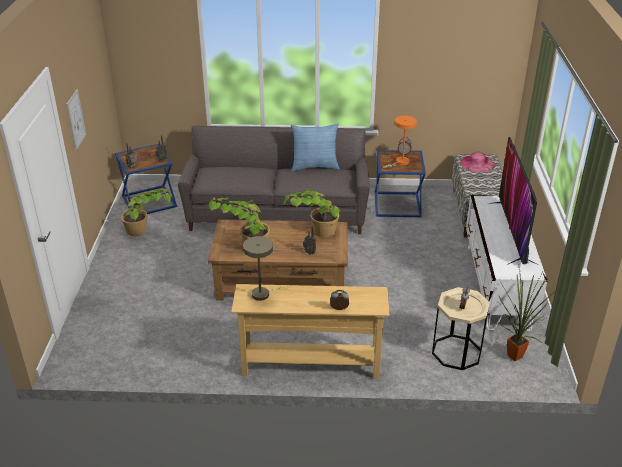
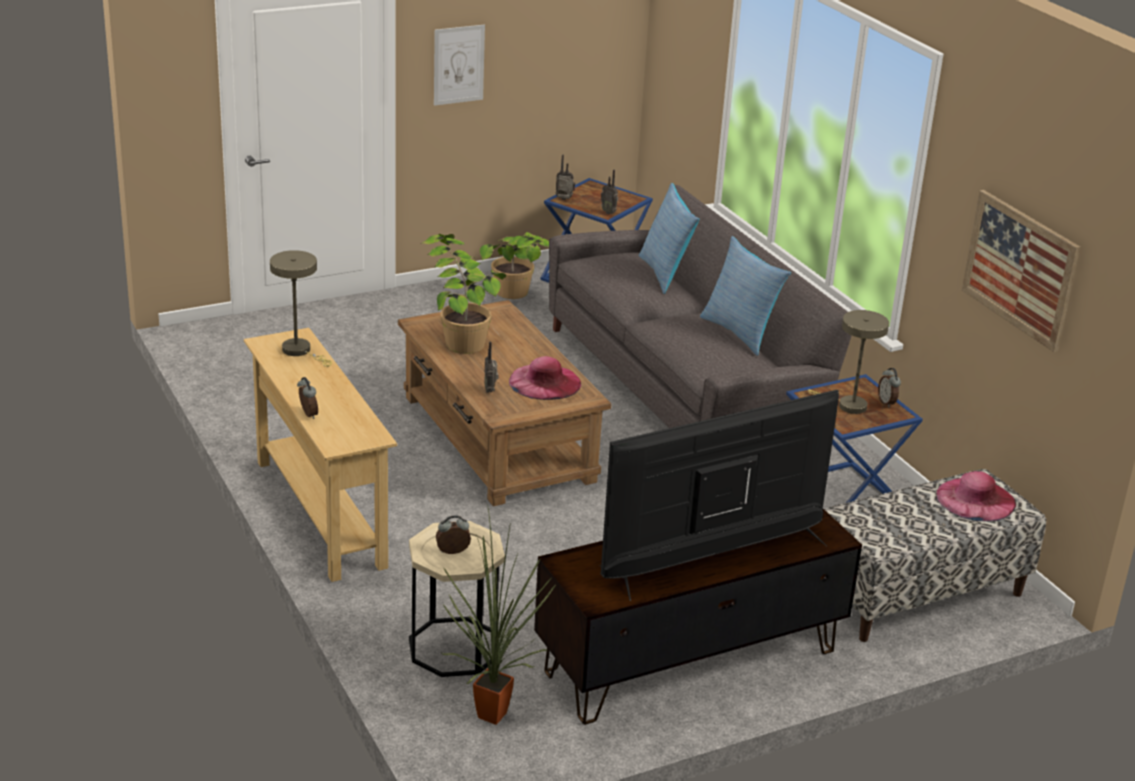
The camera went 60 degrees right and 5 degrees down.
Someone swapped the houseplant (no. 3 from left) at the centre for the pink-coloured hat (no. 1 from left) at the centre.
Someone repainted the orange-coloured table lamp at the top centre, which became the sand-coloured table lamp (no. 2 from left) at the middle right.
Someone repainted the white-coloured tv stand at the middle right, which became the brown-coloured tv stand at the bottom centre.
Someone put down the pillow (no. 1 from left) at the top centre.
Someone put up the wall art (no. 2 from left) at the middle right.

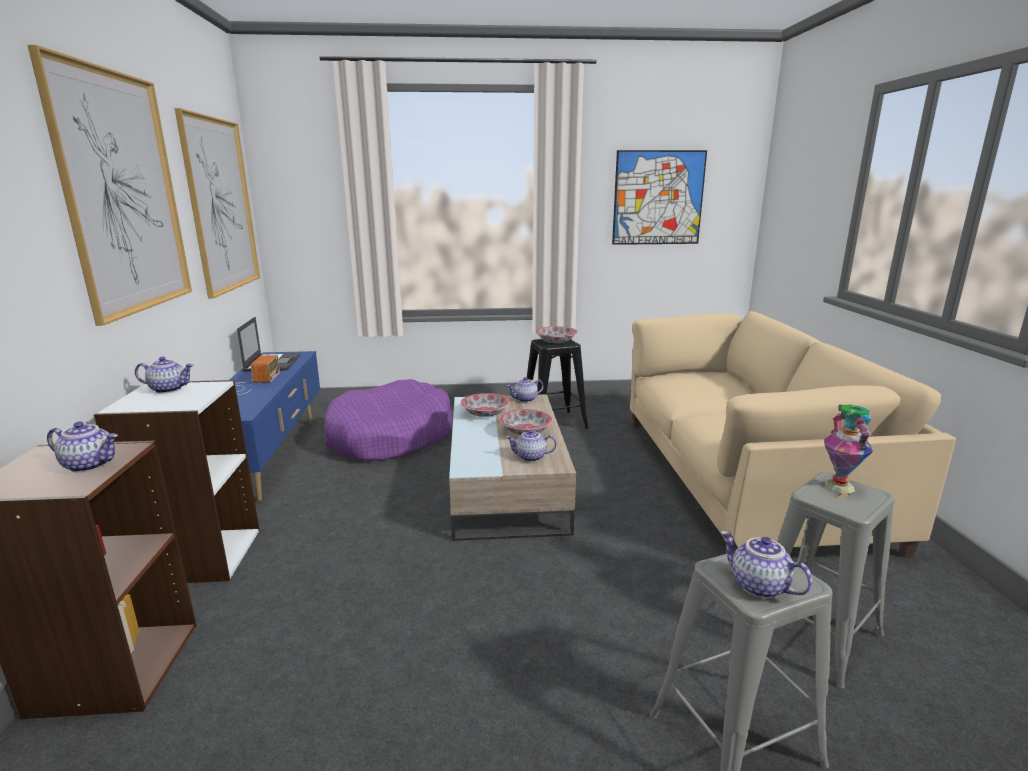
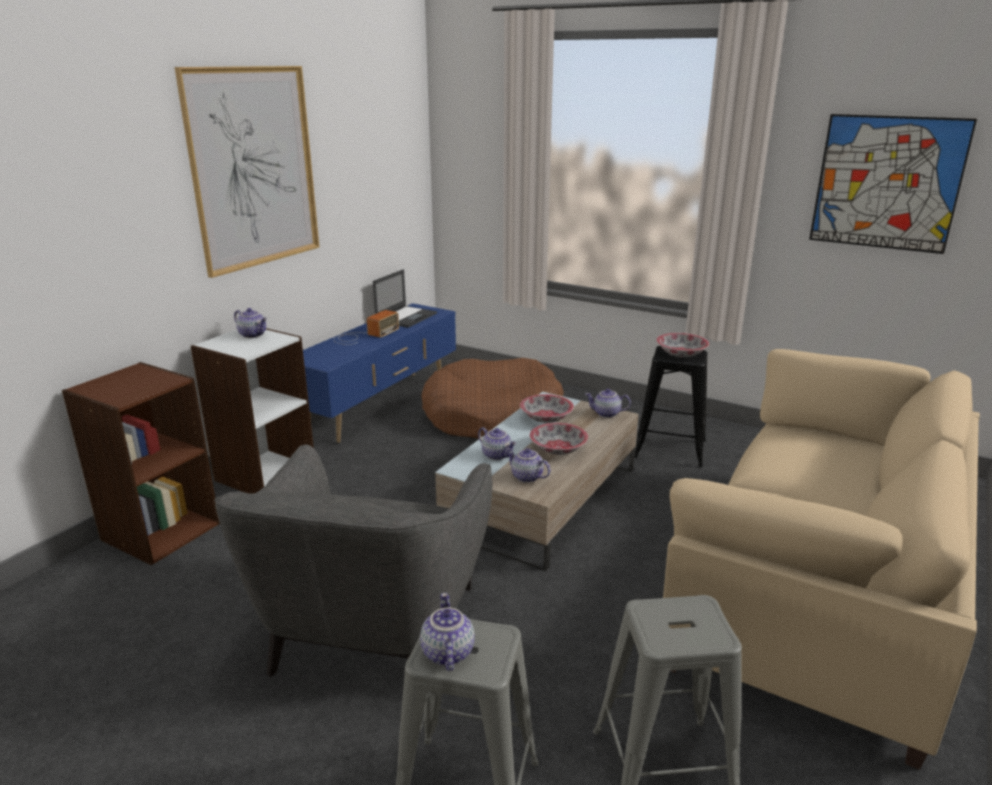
The camera went 35 degrees right and 5 degrees up.
Someone carried the teapot (no. 1 from left in the first image) from the middle left to the centre.
Someone took away the wall art (no. 2 from left) at the top left.
Someone repainted the purple dog cushion at the centre, which became the brown-coloured dog cushion at the centre.
Someone took away the flower vase at the middle right.
Someone put down the grey lounge chair at the bottom centre.

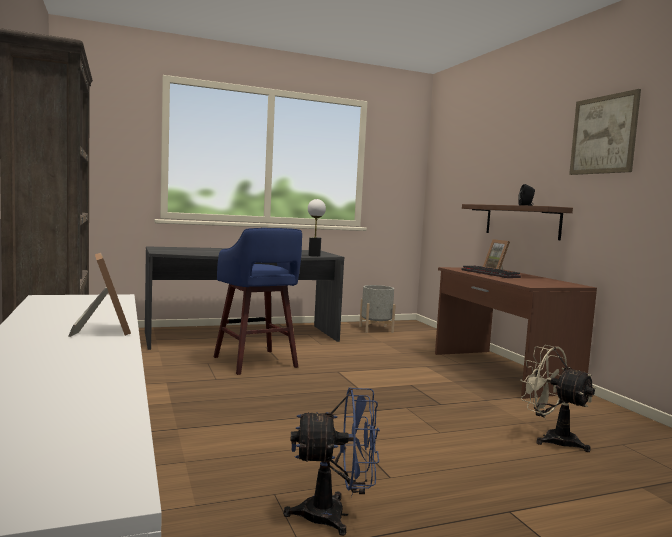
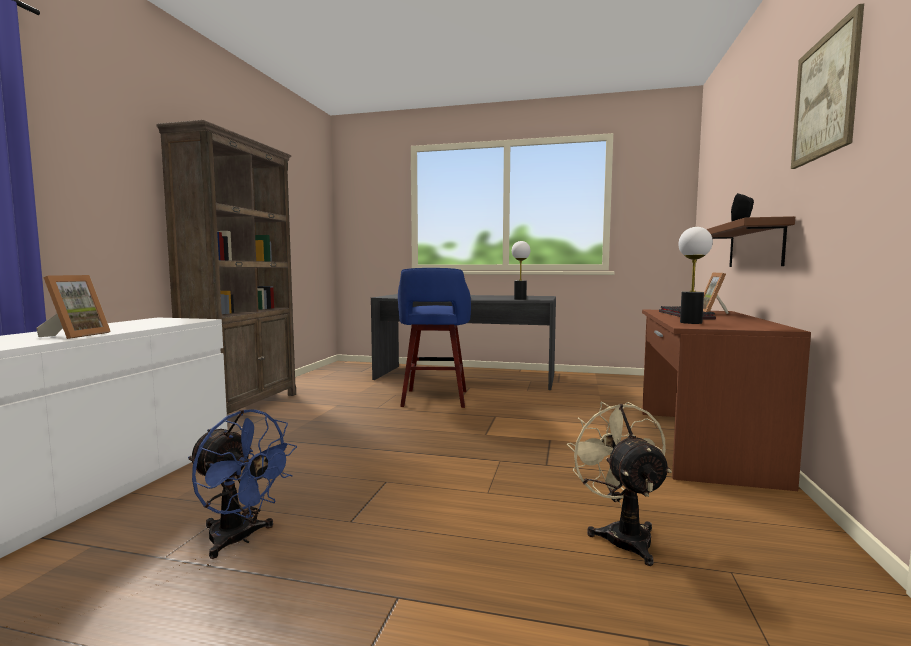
The camera went 35 degrees right and 0 degrees up.
Someone took away the grey planter at the centre.
Someone put down the table lamp (no. 2 from left) at the middle right.

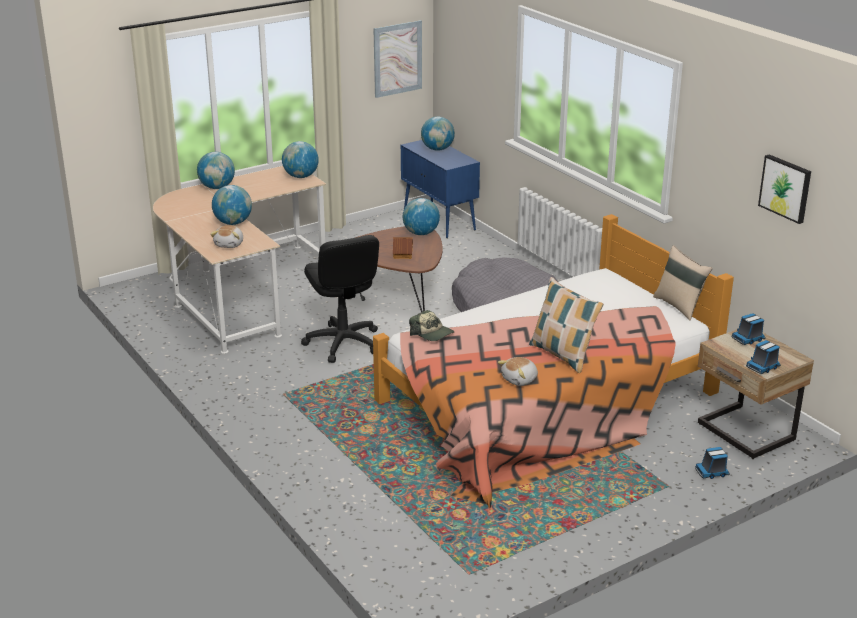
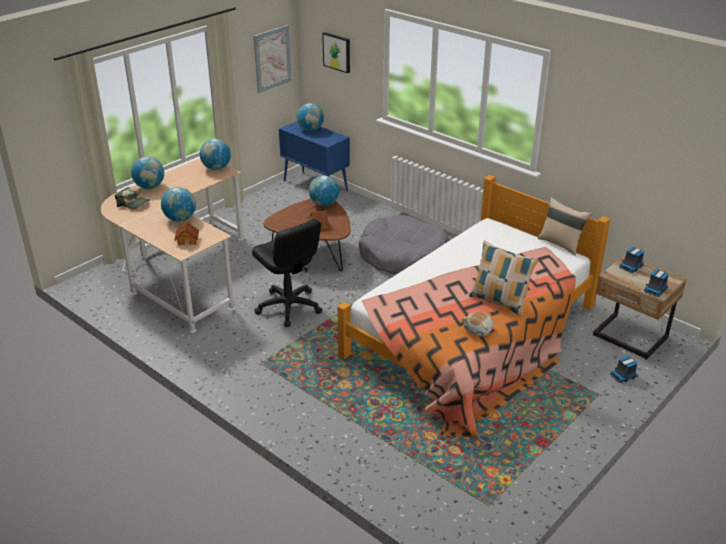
The camera went 15 degrees left and 5 degrees up.
Someone swapped the cuddly toy (no. 1 from left) at the middle left for the toy house (no. 1 from left) at the middle left.
Someone carried the peaked cap from the centre to the middle left.
Someone carried the wall art (no. 2 from left) from the top right to the top centre.

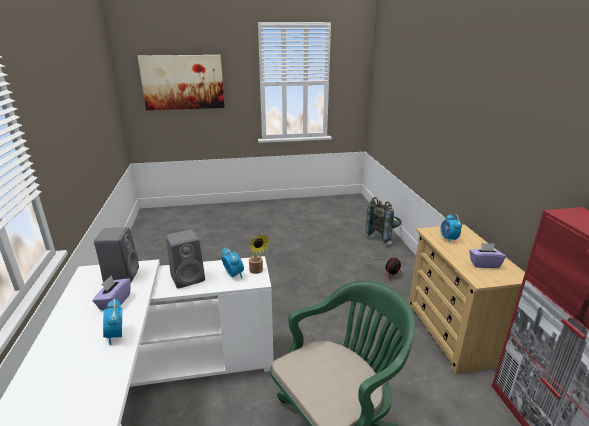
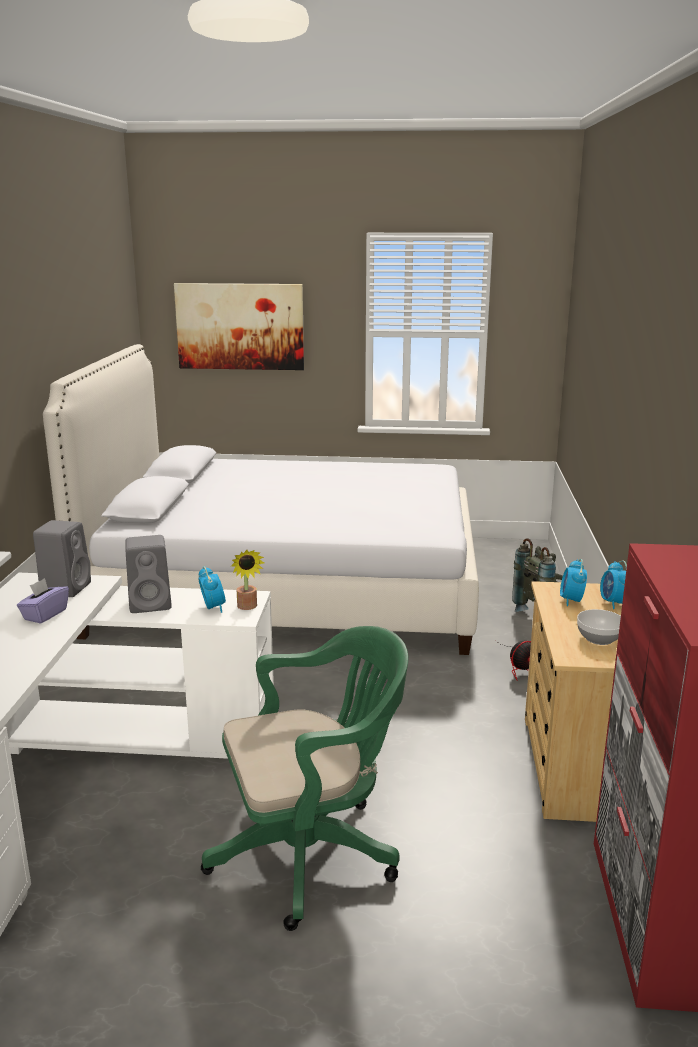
The camera went 15 degrees right and 5 degrees down.
Someone carried the bedside clock (no. 1 from left in the first image) from the bottom left to the middle right.
Someone swapped the purple tissue box (no. 2 from left) at the middle right for the deep dish at the middle right.
Someone put down the white-coloured bed at the centre.

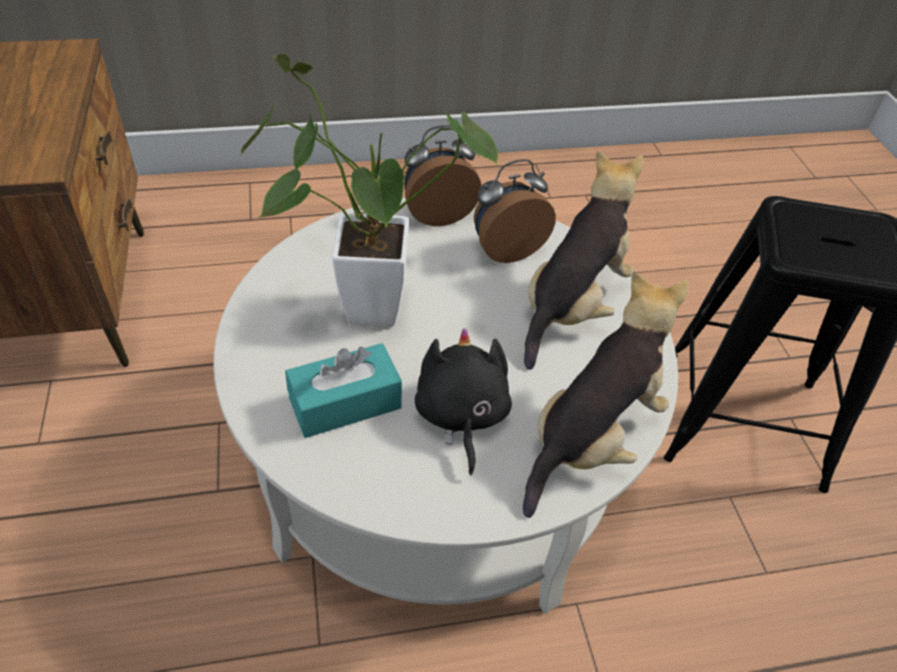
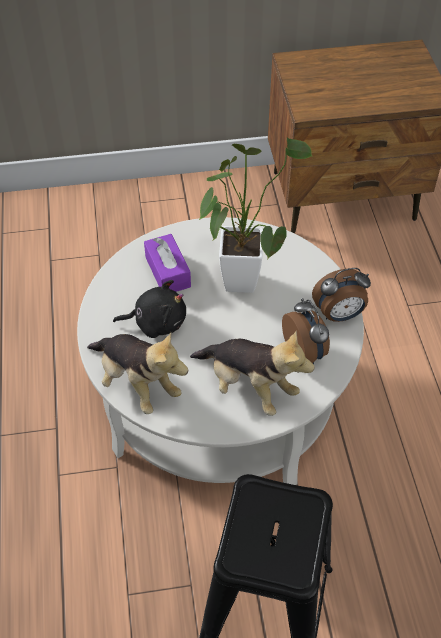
The camera went 95 degrees right and 5 degrees up.
Someone repainted the turquoise tissue box at the centre, which became the purple tissue box at the centre.
Someone rotated the bedside clock (no. 1 from left in the first image) at the top centre by 90 degrees clockwise.

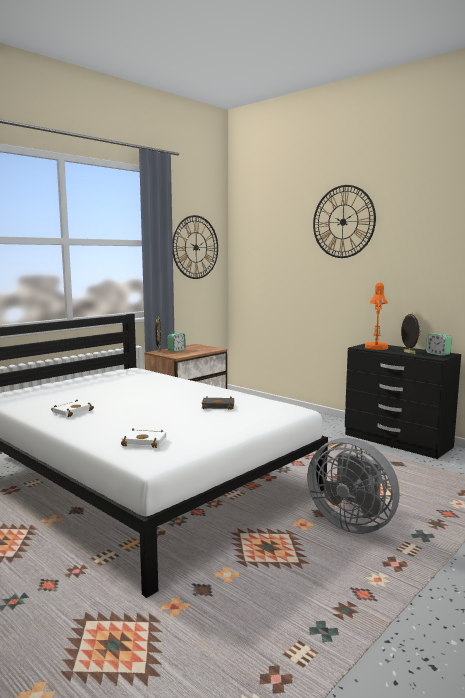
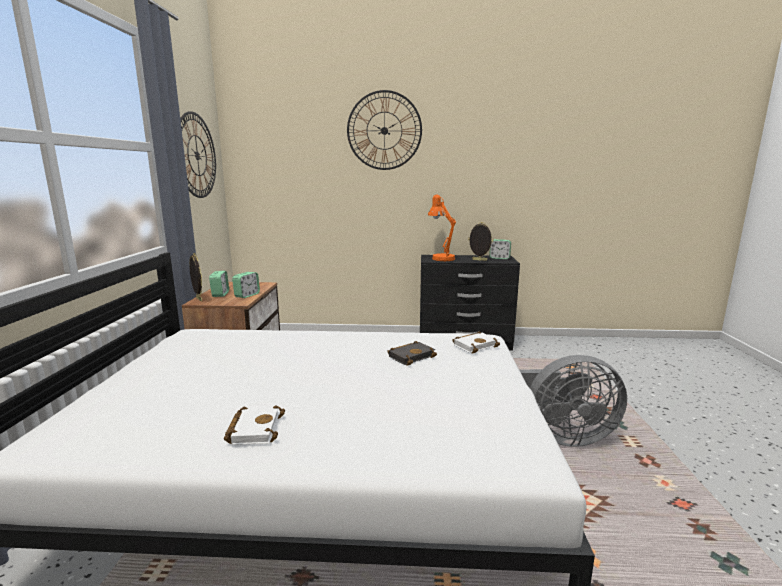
The camera went 40 degrees left and 5 degrees up.
Someone carried the white-coloured volume (no. 2 from left) from the middle left to the centre.
Someone put down the bedside clock (no. 2 from left) at the middle left.

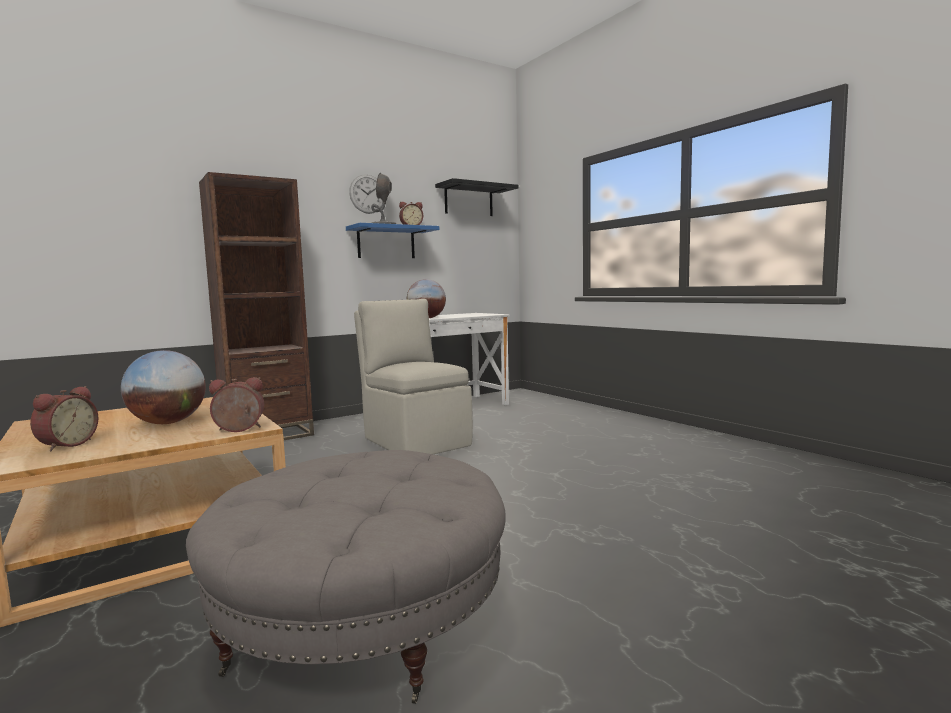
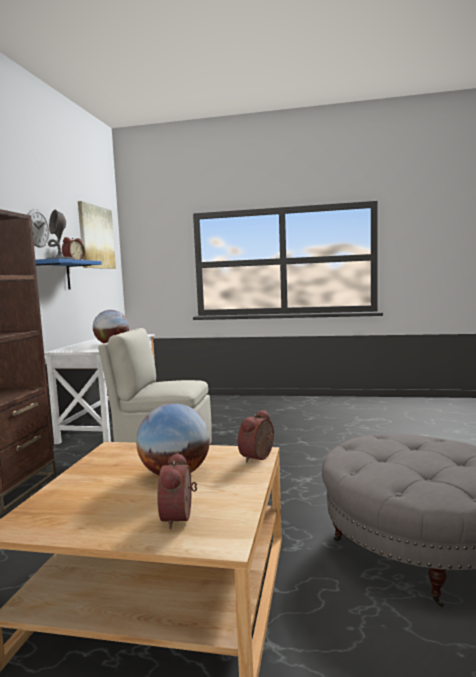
The camera went 45 degrees left and 0 degrees up.
Someone rotated the bedside clock (no. 1 from left in the first image) at the middle left by 150 degrees counterclockwise.
Someone swapped the blackish shelf at the top centre for the wall art at the middle left.

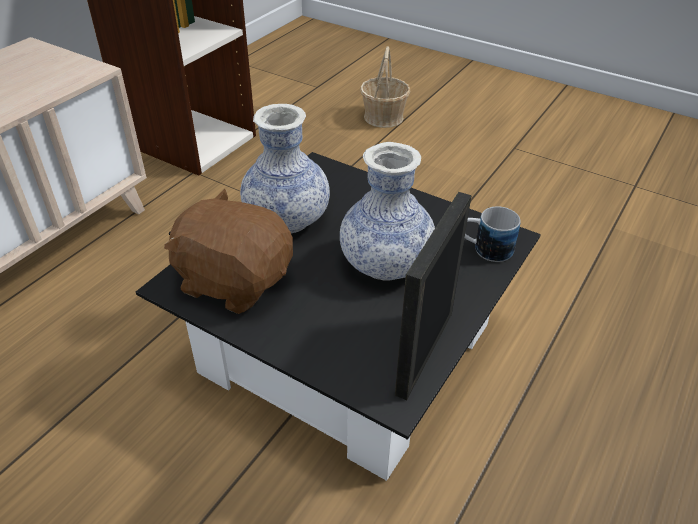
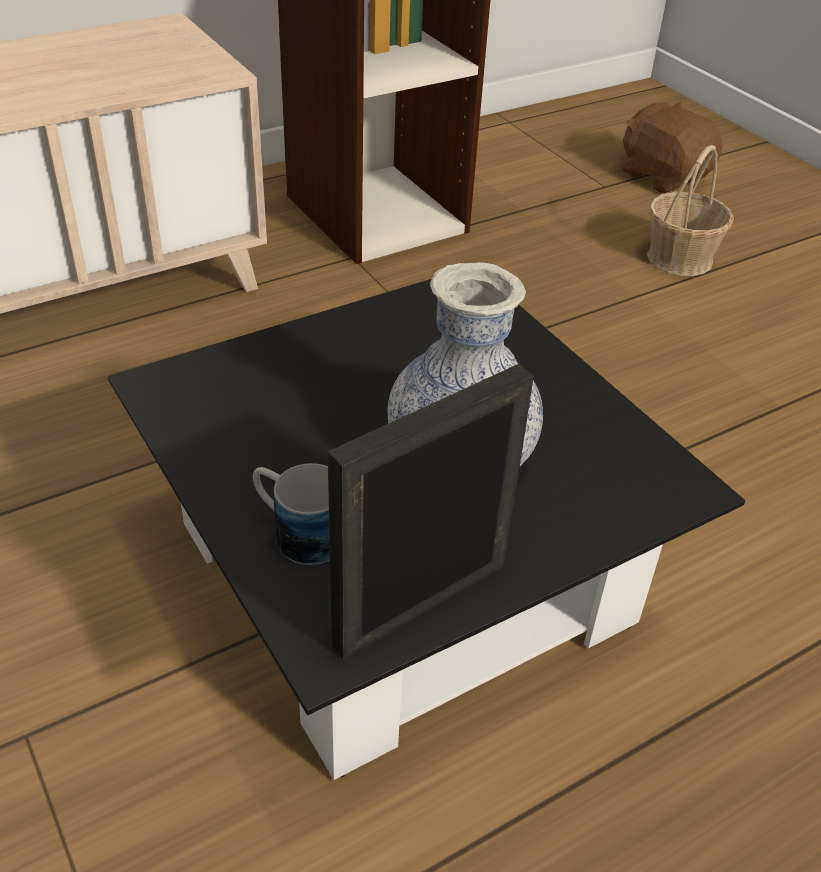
The camera went 25 degrees right and 0 degrees up.
Someone carried the brown-coloured cuddly toy from the middle left to the top right.
Someone took away the flower vase (no. 1 from left) at the top centre.
Someone carried the tea mug from the middle right to the centre.

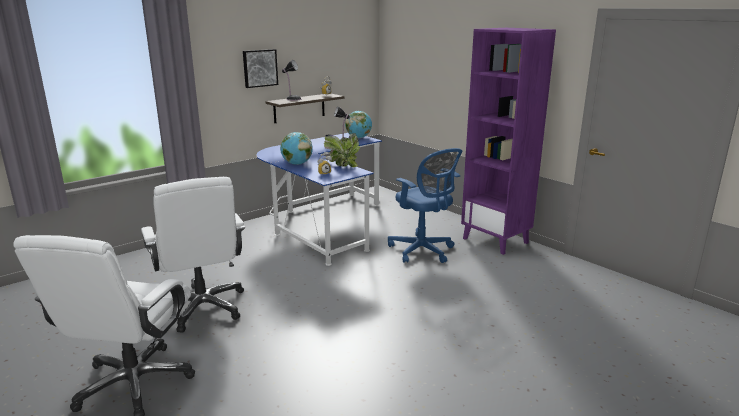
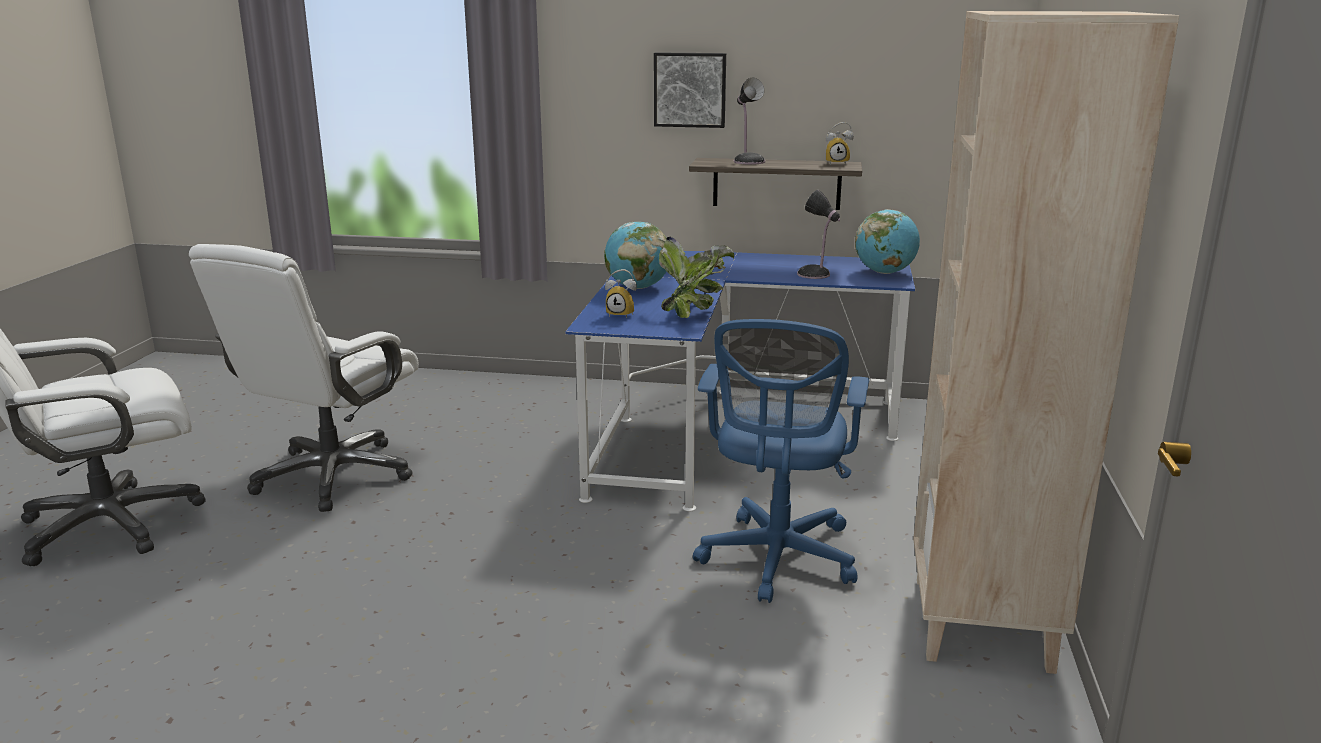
The camera went 50 degrees right and 0 degrees up.
Someone repainted the purple shelving unit at the middle right, which became the sand-coloured shelving unit at the middle right.

